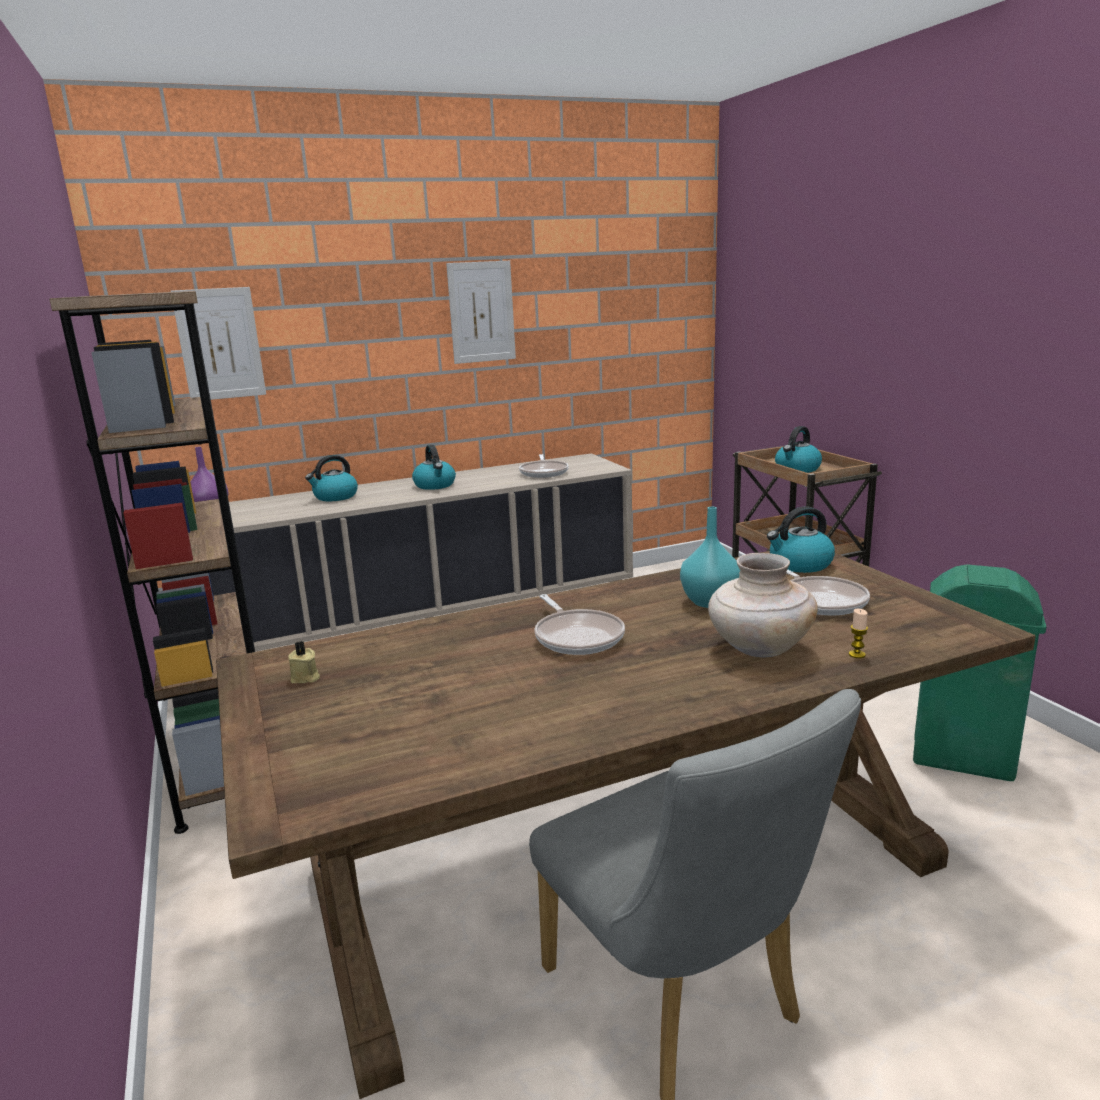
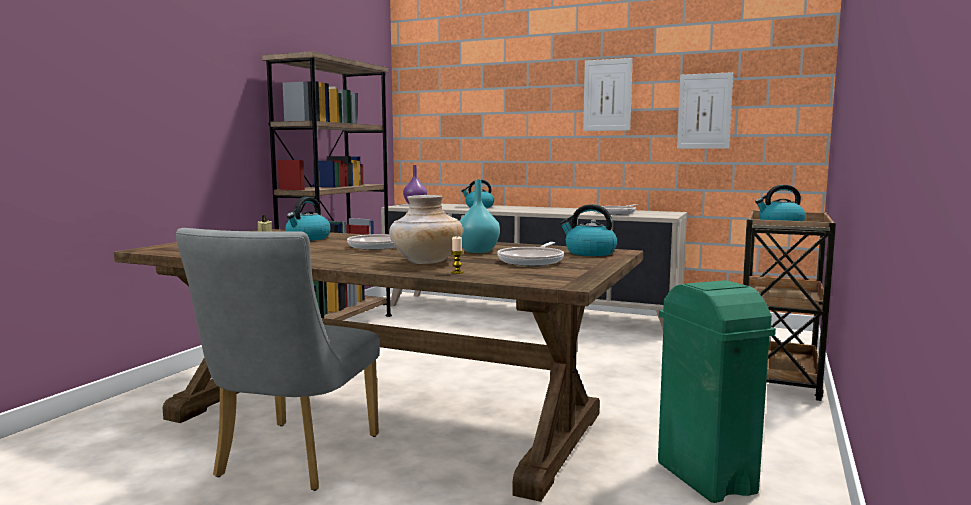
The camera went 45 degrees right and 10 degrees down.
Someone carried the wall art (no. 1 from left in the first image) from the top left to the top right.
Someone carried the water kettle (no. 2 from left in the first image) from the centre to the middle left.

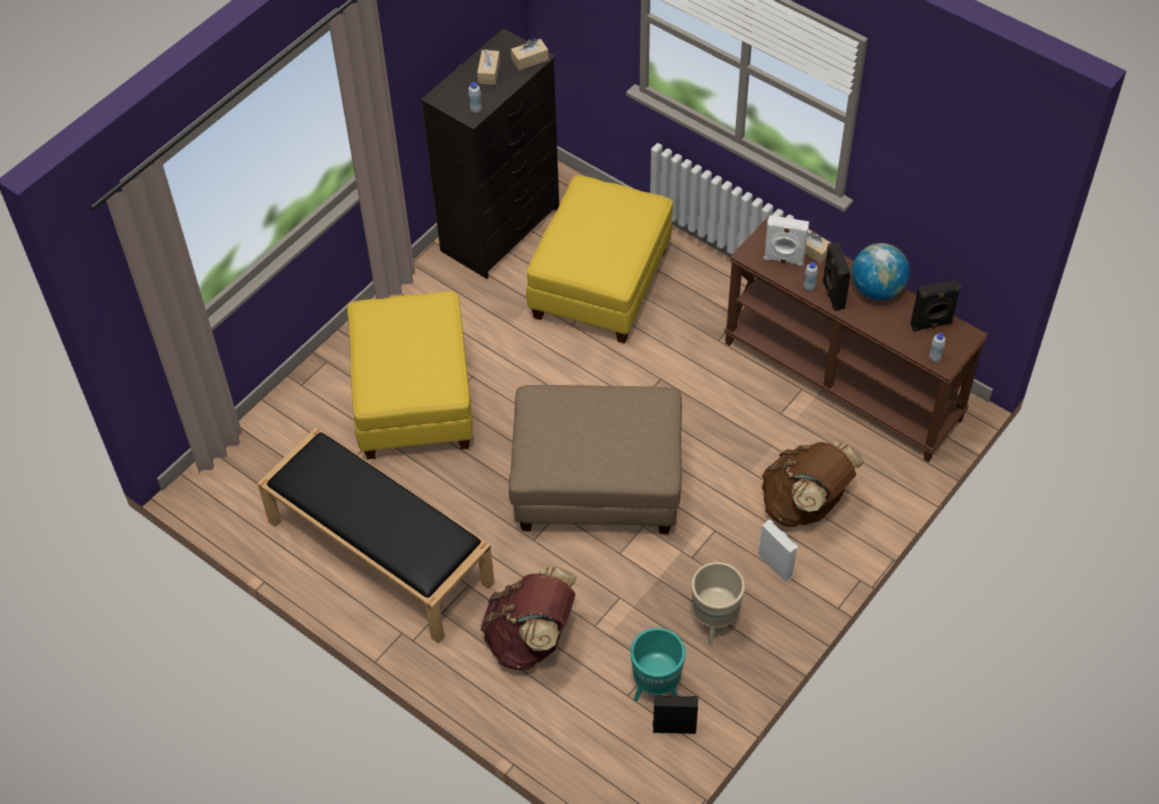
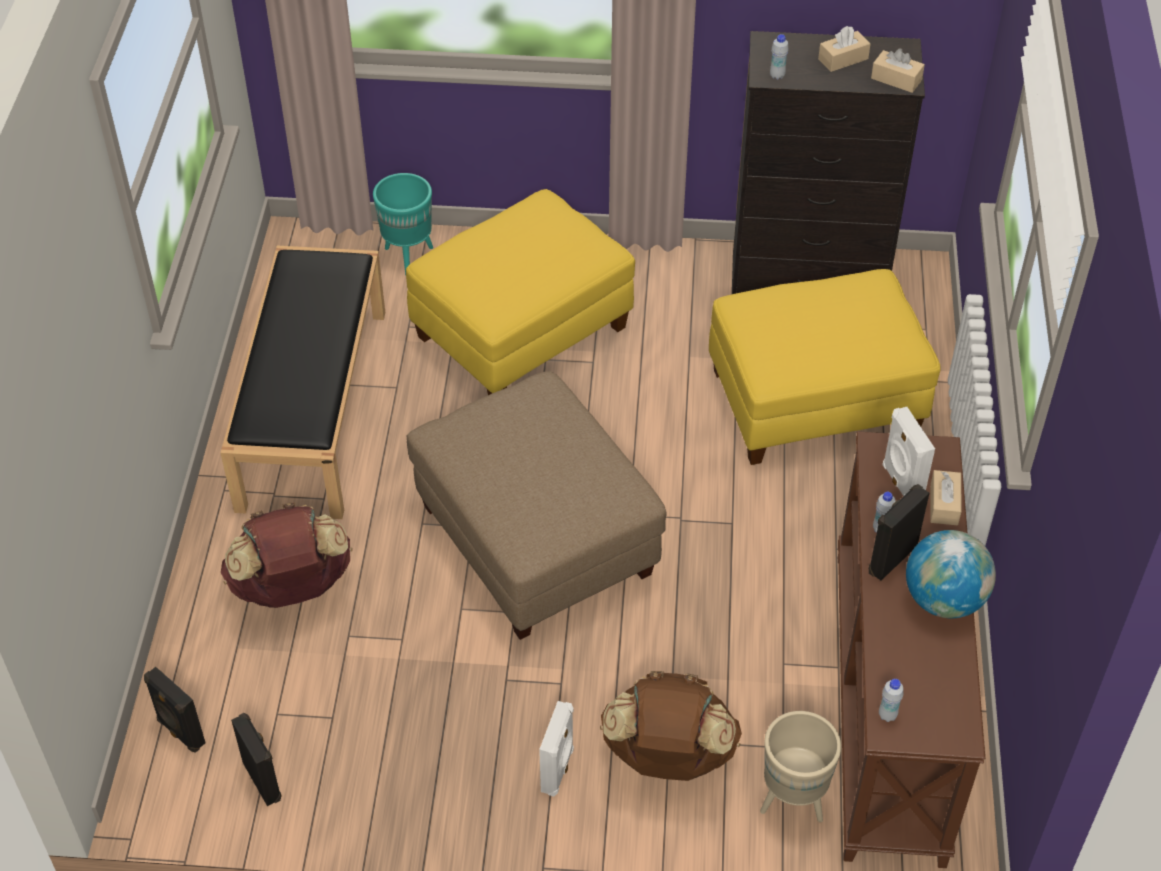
The camera went 55 degrees right and 5 degrees down.
Someone carried the turquoise planter from the bottom centre to the top centre.
Someone carried the sand-coloured planter from the bottom centre to the bottom right.
Someone carried the blackish speaker (no. 3 from left in the first image) from the middle right to the bottom left.

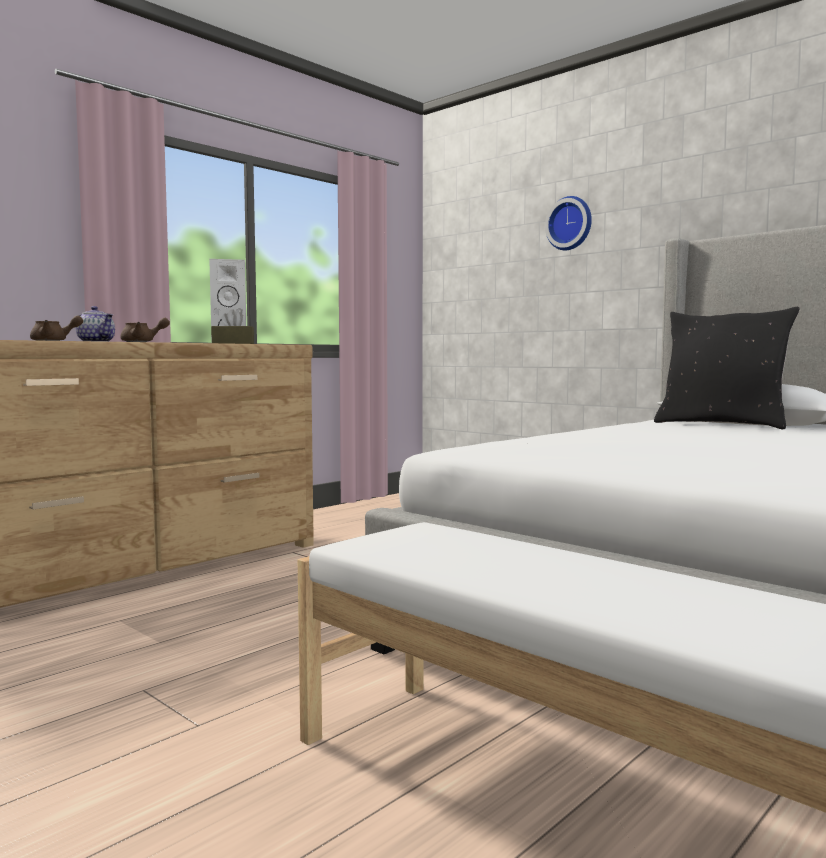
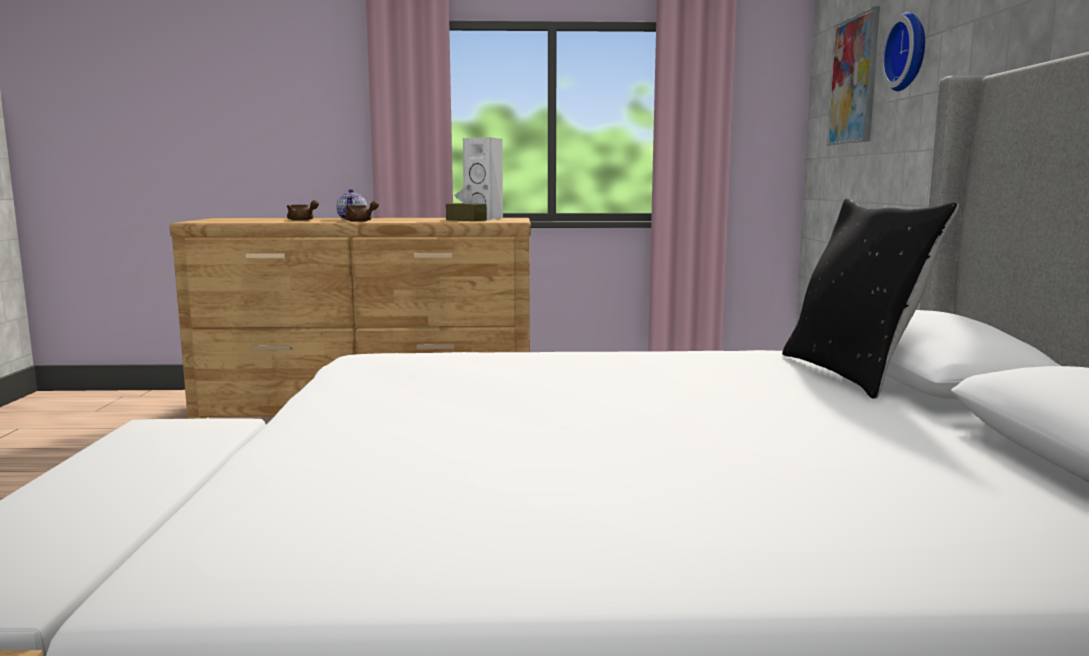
The camera went 45 degrees right and 5 degrees up.
Someone put up the wall art at the top right.

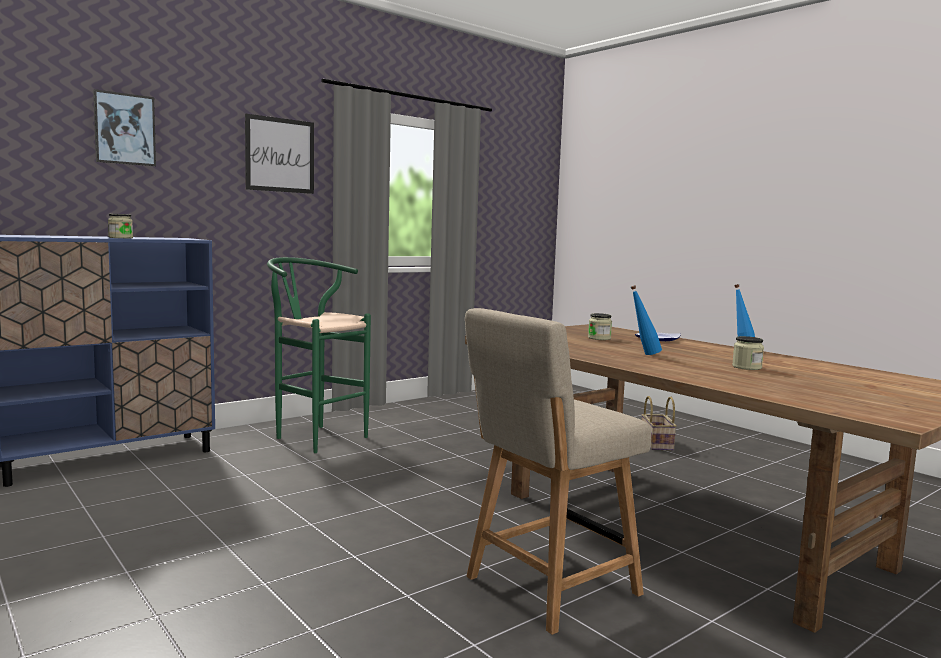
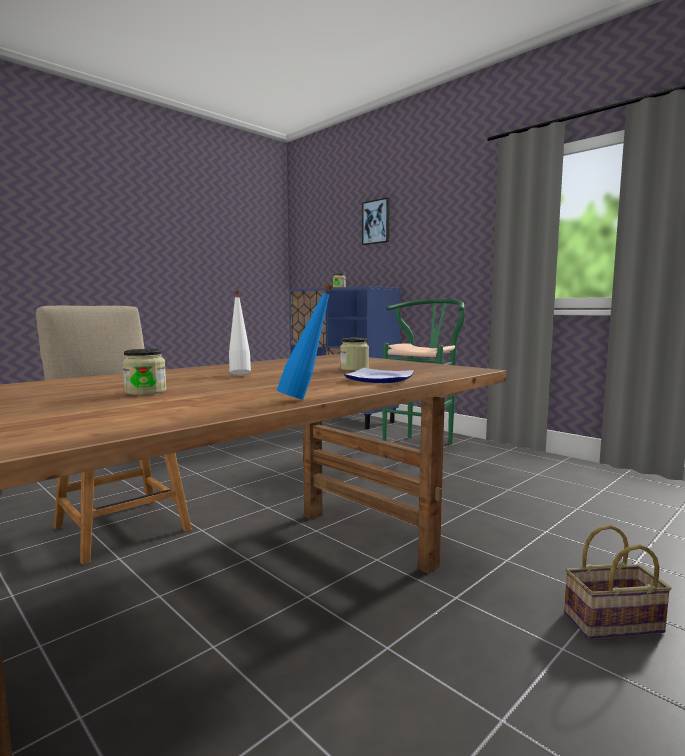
The camera went 85 degrees right and 0 degrees up.
Someone took away the wall art (no. 2 from left) at the top left.
Someone repainted the blue bottle (no. 1 from left) at the middle right, which became the white-coloured bottle at the centre.

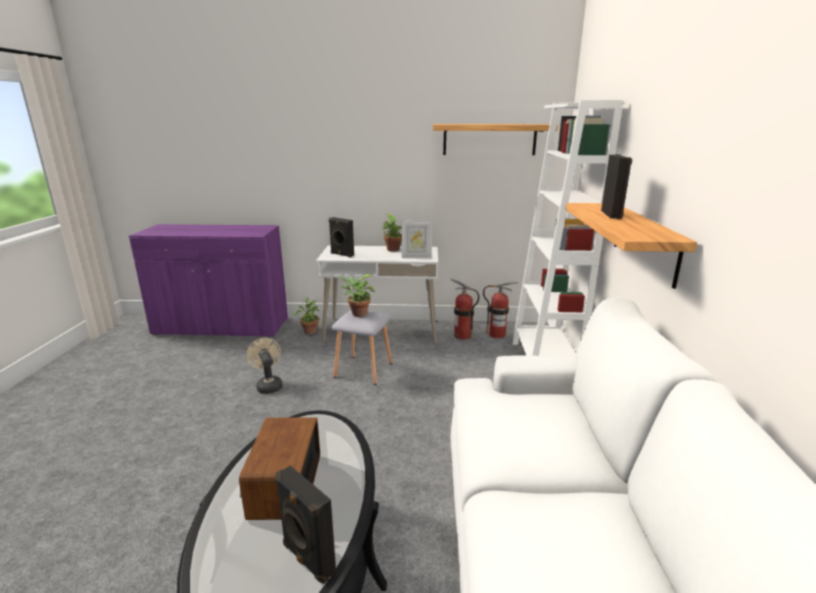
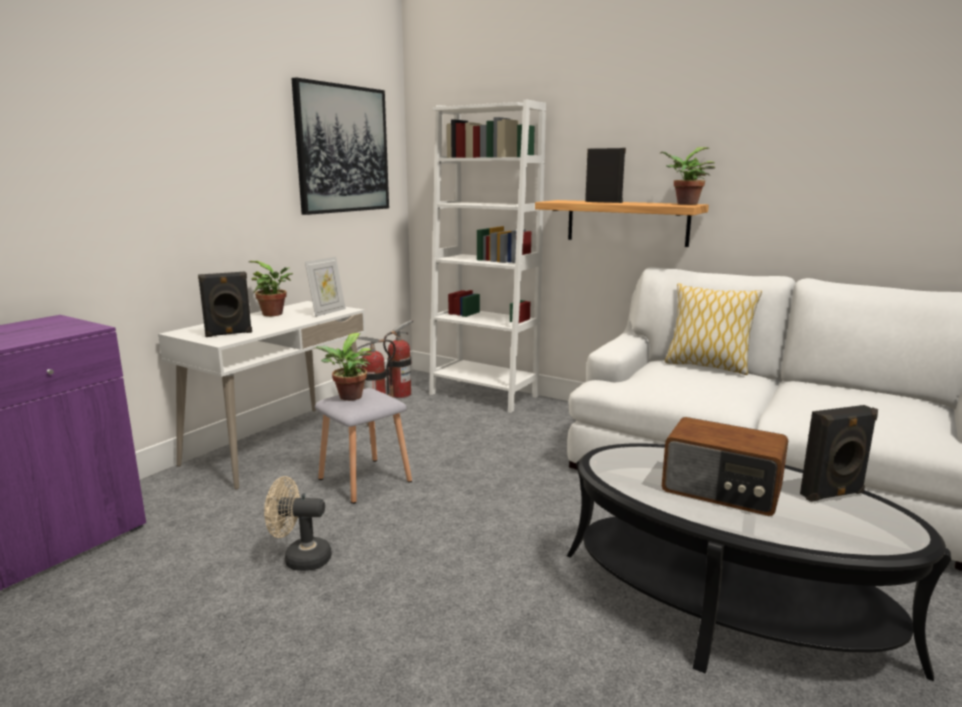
The camera went 60 degrees left and 5 degrees down.
Someone carried the houseplant (no. 1 from left in the first image) from the centre to the top right.
Someone swapped the shelf (no. 1 from left) at the top centre for the wall art at the top centre.
Someone put down the pillow at the middle right.

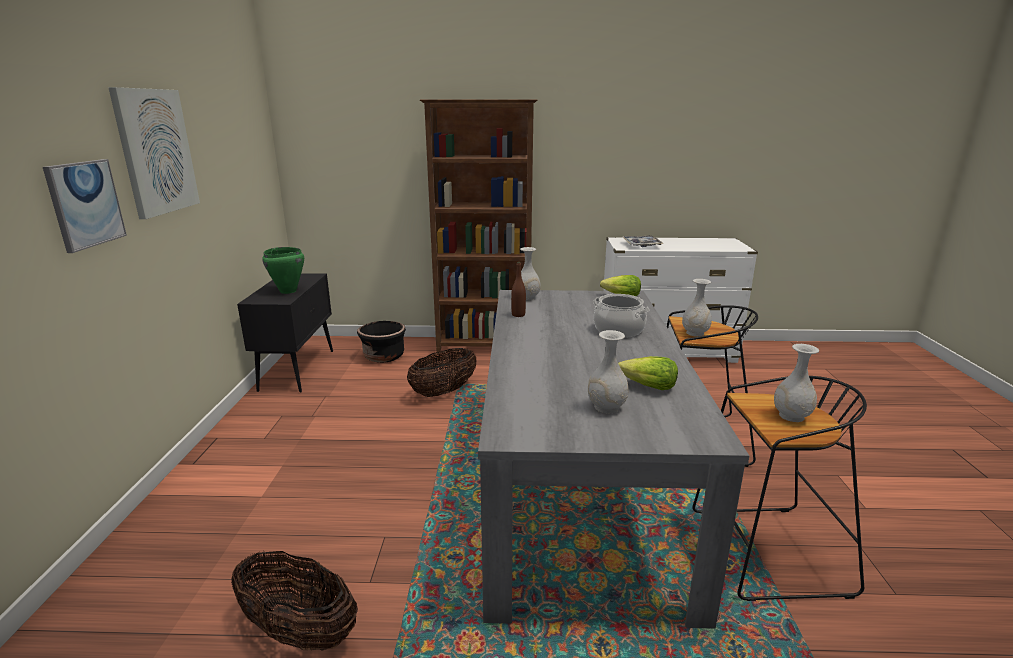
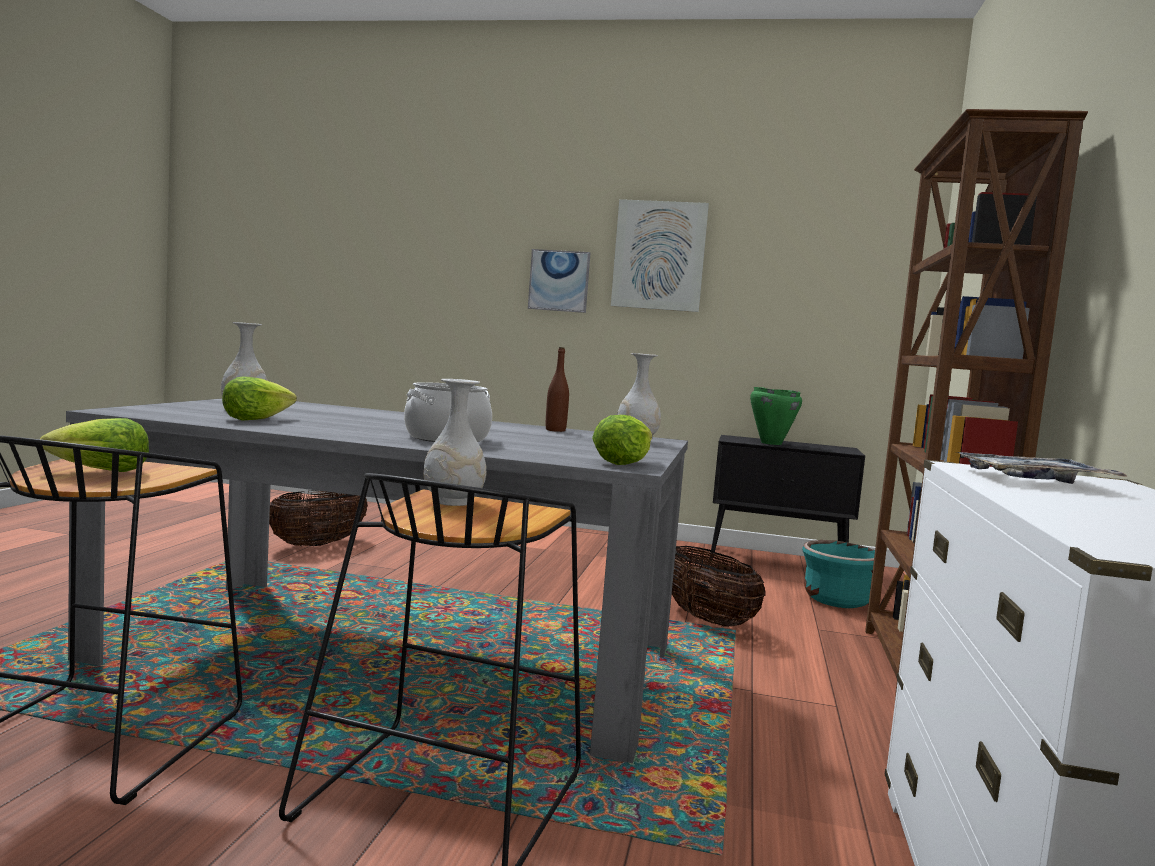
The camera went 100 degrees right and 15 degrees down.
Someone repainted the blackish planter at the centre, which became the turquoise planter at the middle right.
Someone swapped the white-coloured flower vase (no. 4 from left) at the middle right for the lettuce head (no. 1 from left) at the middle left.

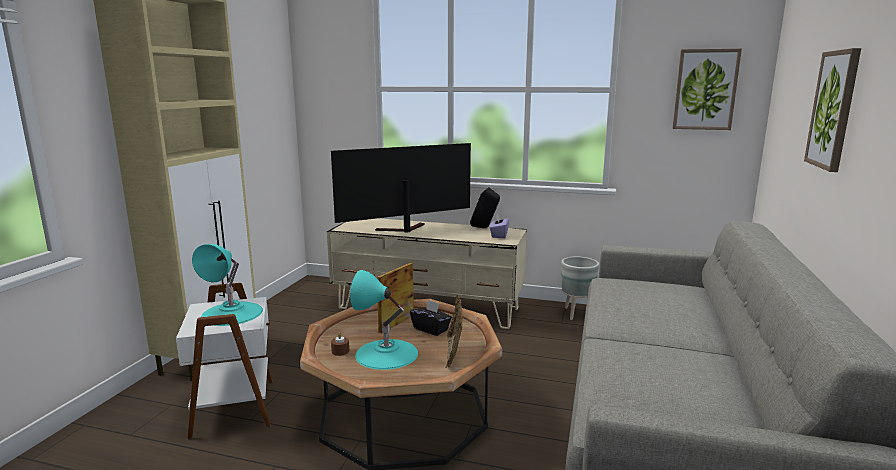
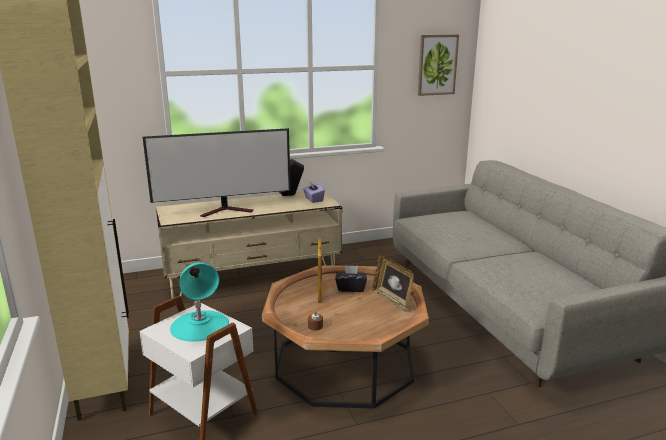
The camera went 35 degrees left and 5 degrees up.
Someone rotated the television at the centre by 135 degrees counterclockwise.
Someone took away the turquoise table lamp (no. 2 from left) at the bottom centre.
Someone took away the grey planter at the centre.
Someone took away the wall art (no. 2 from left) at the top right.

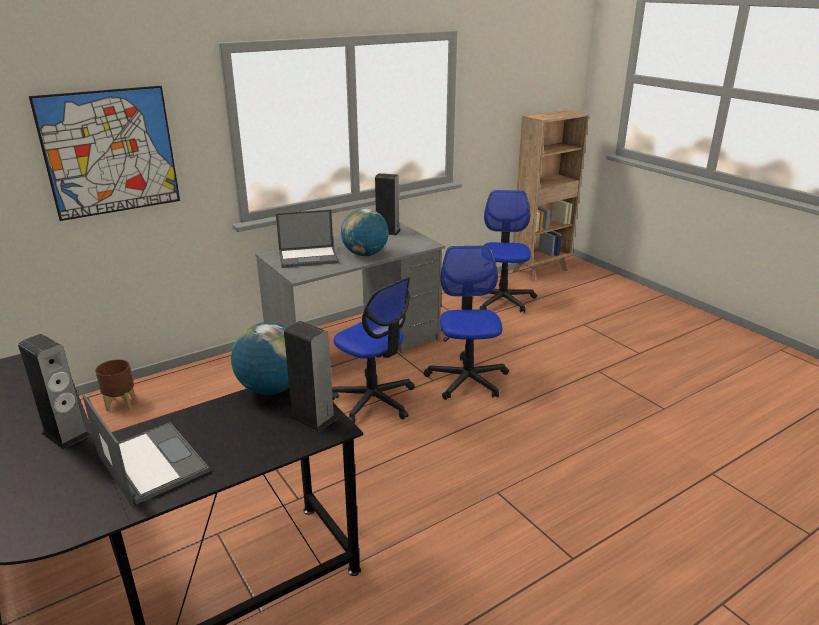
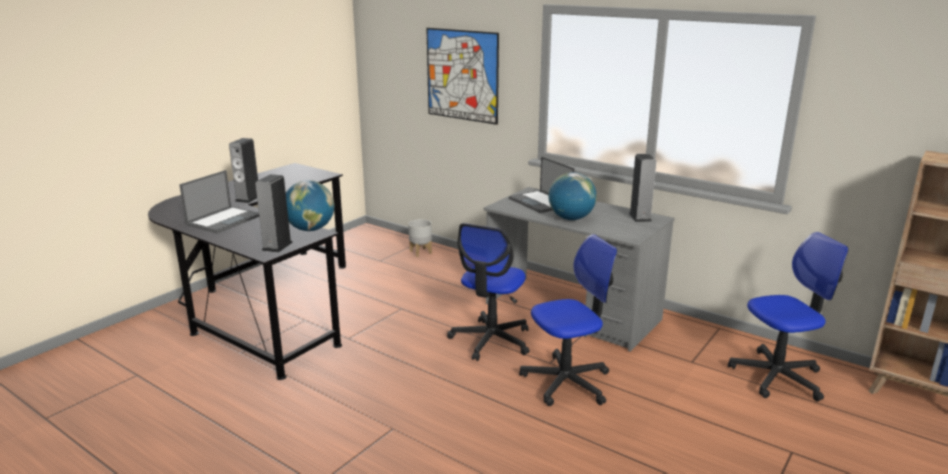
The camera went 70 degrees right and 5 degrees down.
Someone repainted the brown-coloured planter at the middle left, which became the grey planter at the centre.

